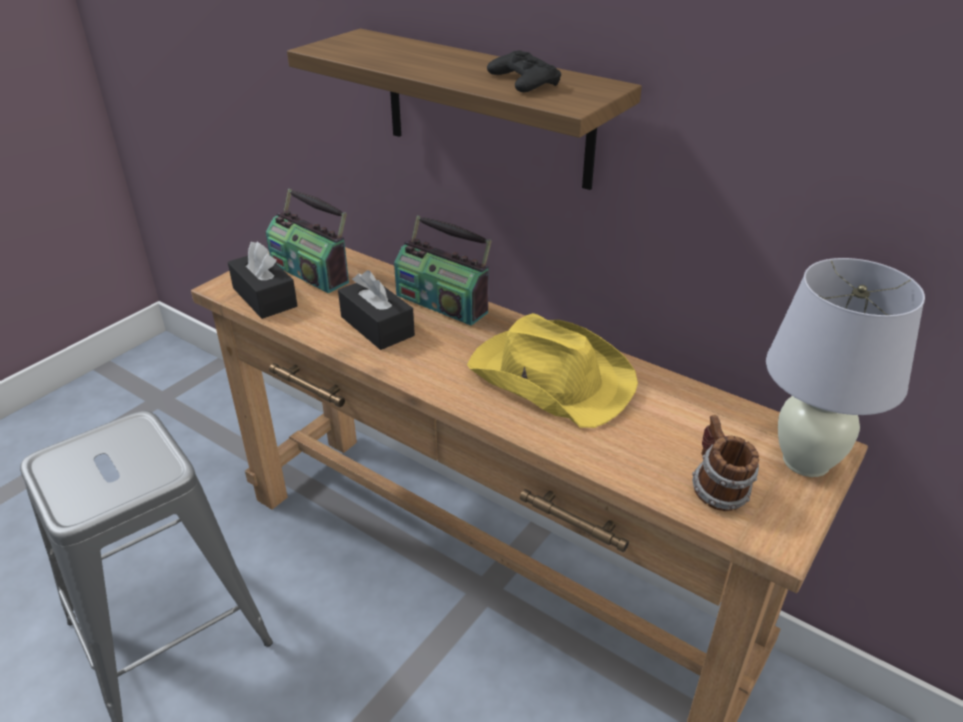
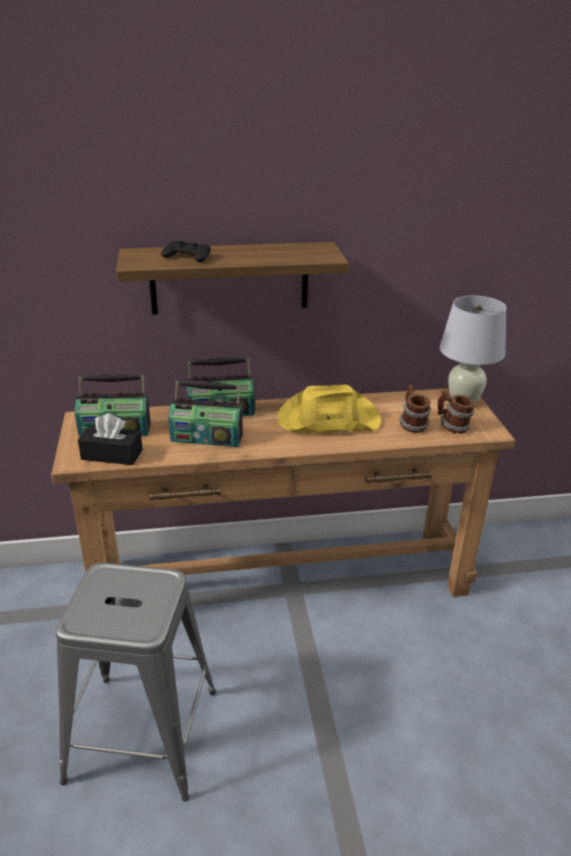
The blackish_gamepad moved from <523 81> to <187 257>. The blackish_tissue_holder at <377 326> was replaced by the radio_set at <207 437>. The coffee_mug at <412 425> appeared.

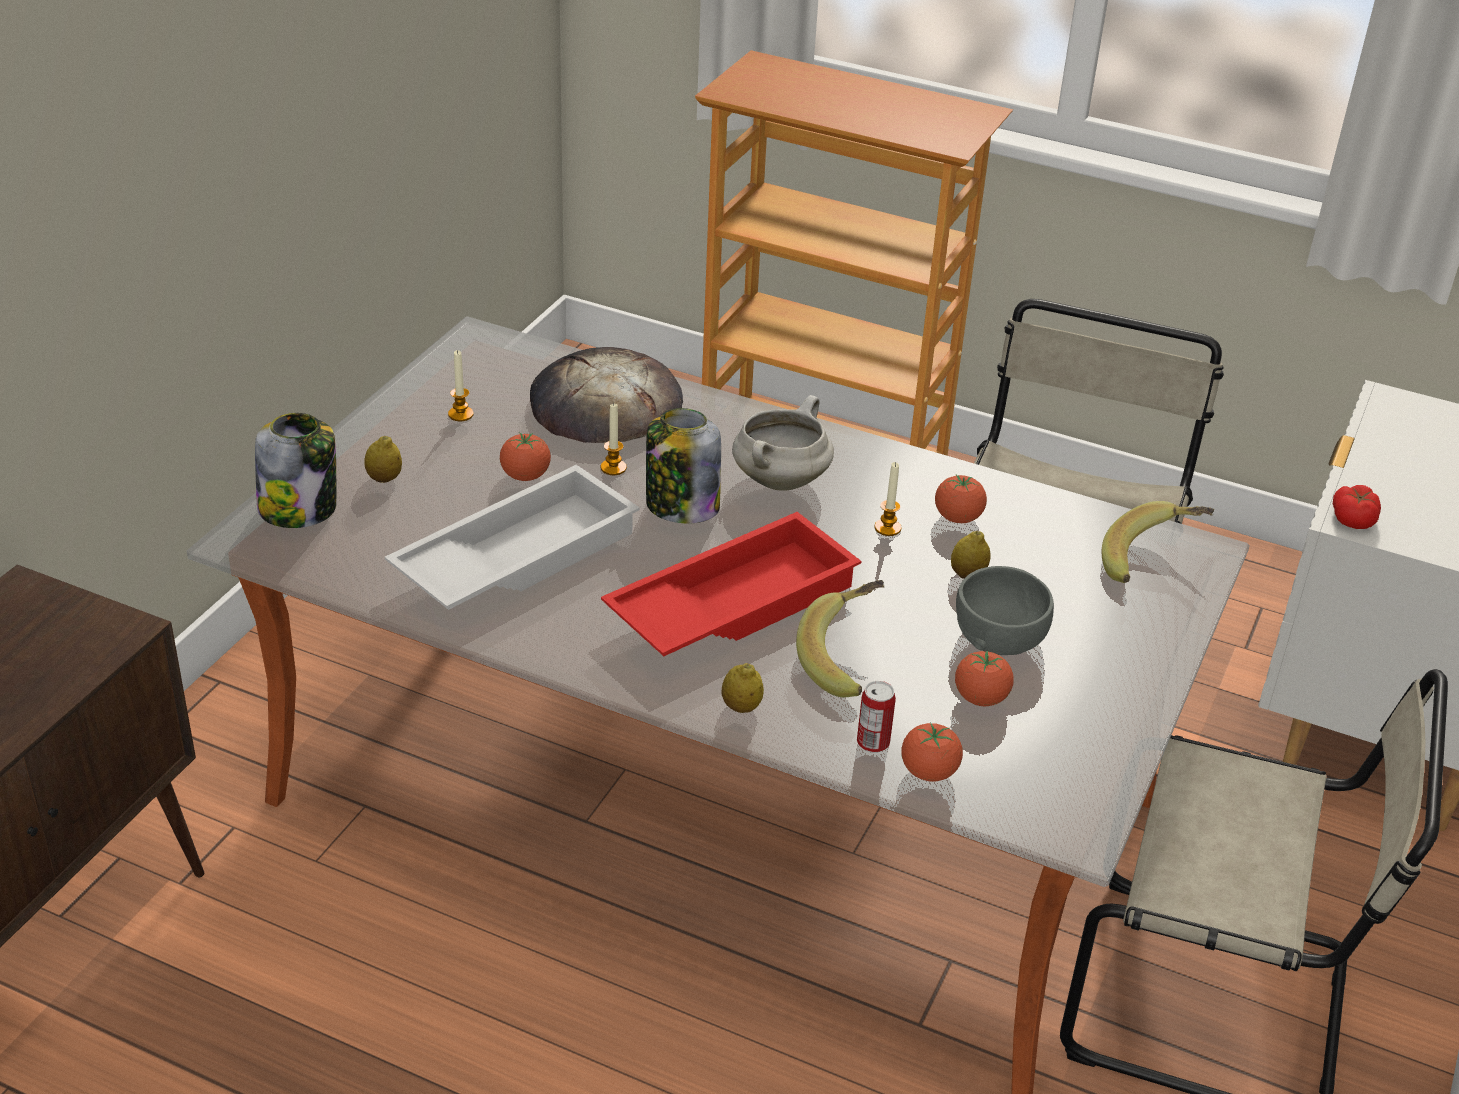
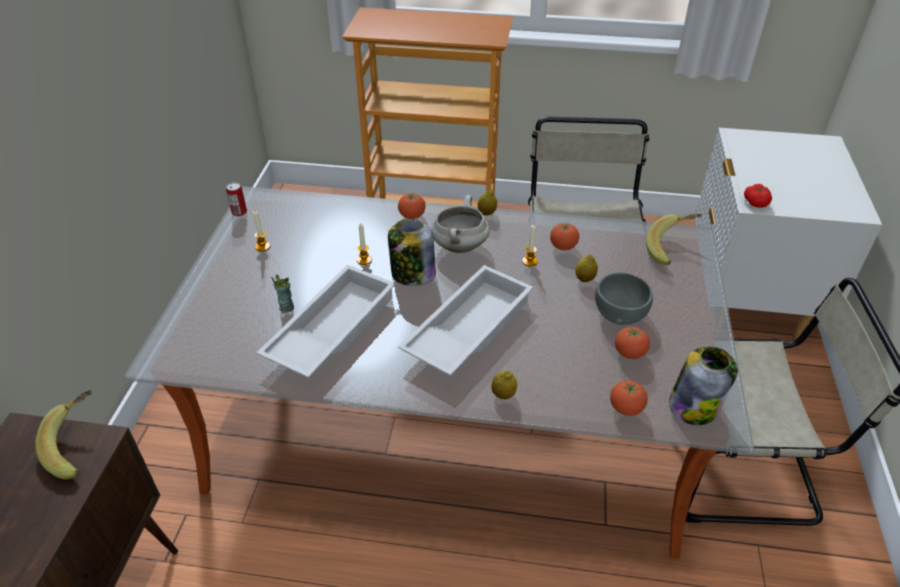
The bread at <605 405> disappeared. The jar moved from <300 509> to <694 406>. The whole_tomato moved from <525 476> to <412 216>. The citrus_fruit moved from <384 479> to <486 213>. The red-coloured_serving_tray at <731 602> became the white-coloured_serving_tray at <467 328>. The banana_fruit moved from <849 659> to <79 445>. The can moved from <873 742> to <239 212>. The drinking_cup at <286 308> appeared.

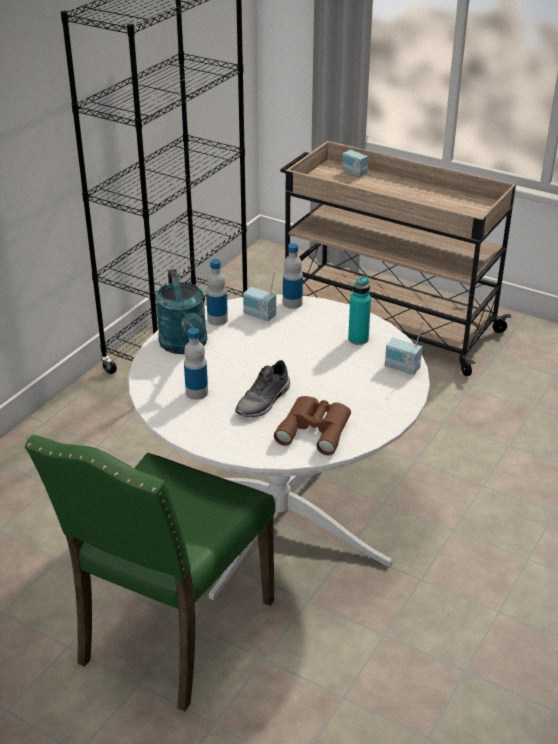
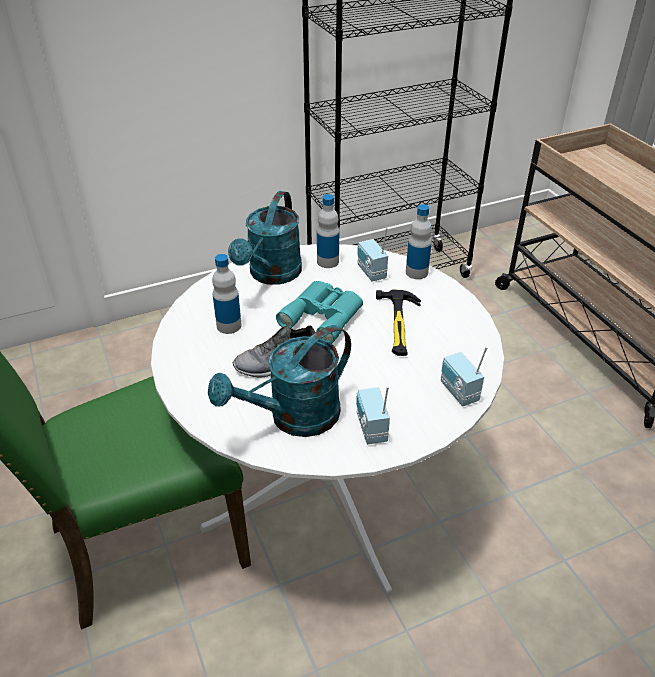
The radio_set moved from <354 173> to <370 429>. The turquoise-coloured_drink_bottle at <358 339> disappeared. The brownish_binoculars at <315 428> was replaced by the turquoise-coloured_sprinkling_can at <294 418>. The turquoise-coloured_binoculars at <324 315> appeared. The hand_hammer at <398 325> appeared.

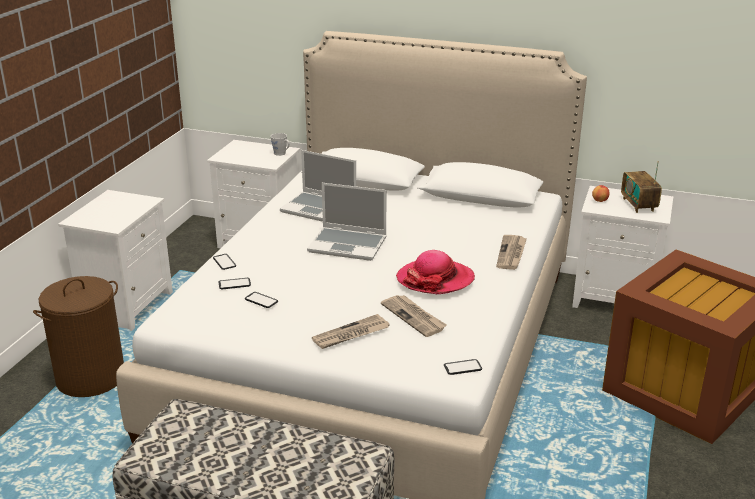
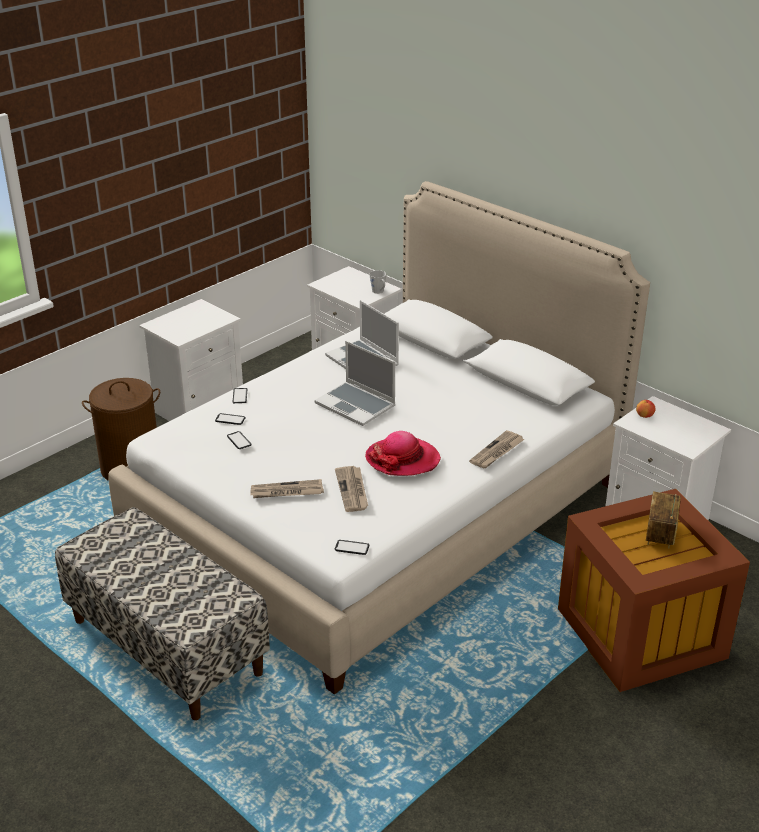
The radio_set moved from <638 205> to <660 534>.

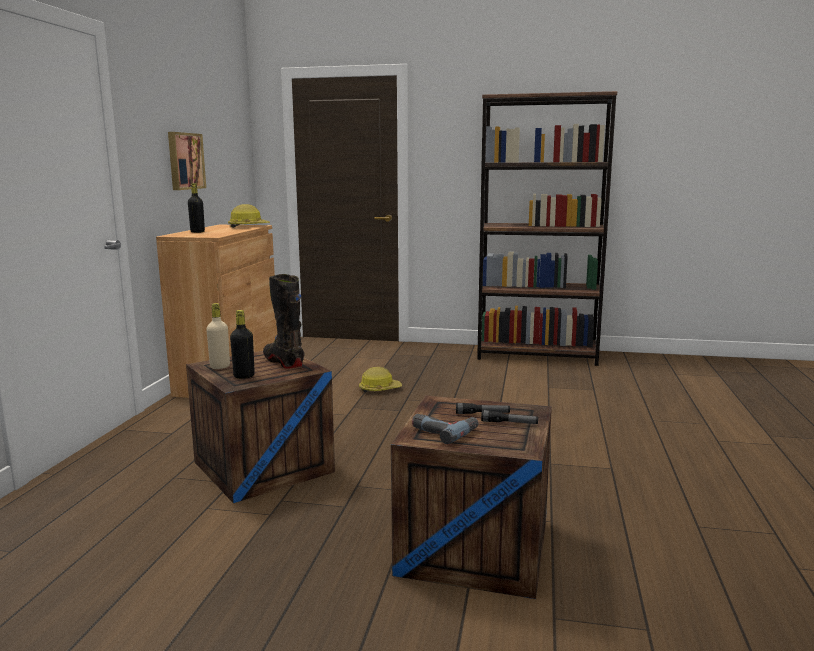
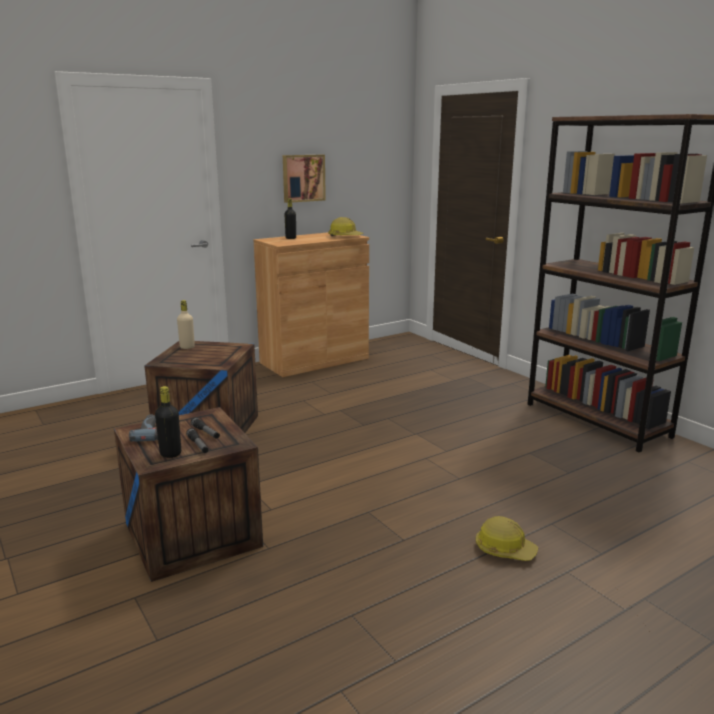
The blackish_high-top_boot at <283 362> disappeared. The blackish_drink_bottle moved from <244 376> to <170 454>. The hard_hat moved from <379 389> to <504 549>.

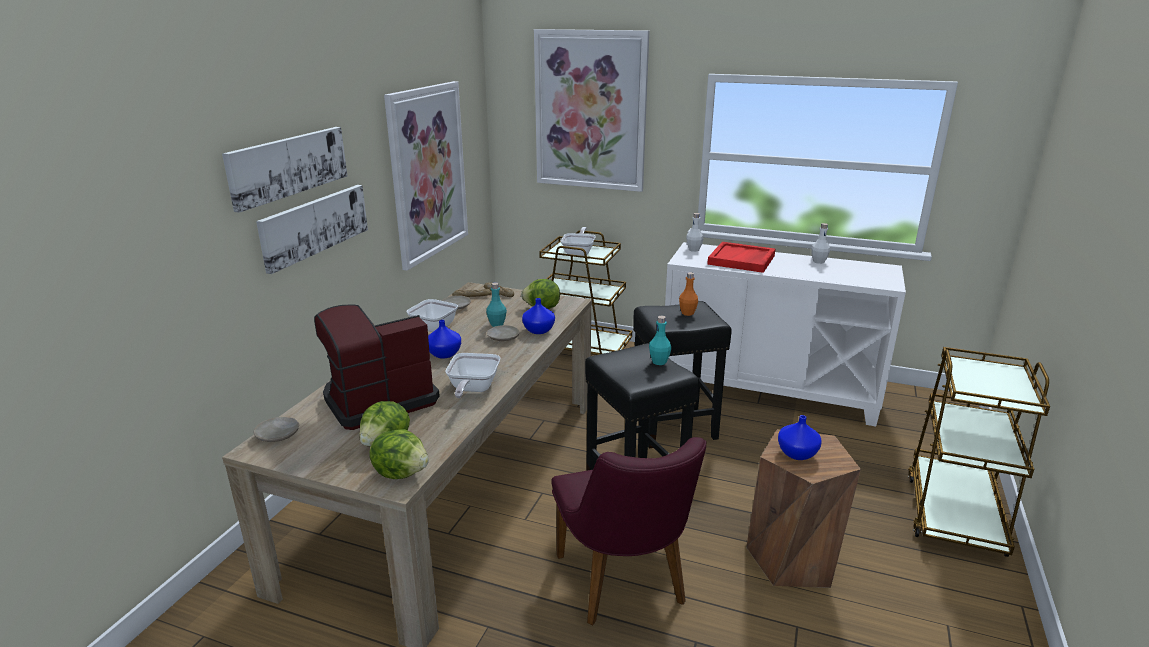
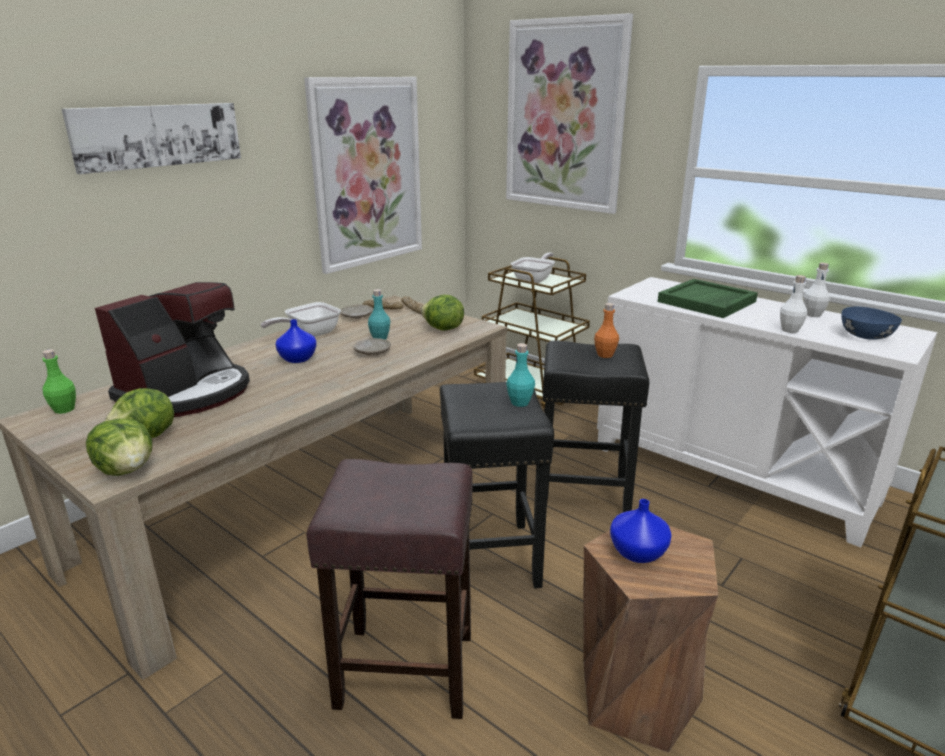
The wall_picture at <314 225> disappeared. The white-coloured_drink_bottle moved from <694 250> to <789 330>. The red-coloured_serving_tray at <742 260> became the greenish_serving_tray at <707 302>. The blue-coloured_vase at <538 330> disappeared. The coffee_brewer at <378 400> turned 135 degrees clockwise. The pan at <472 389> disappeared. The sand-coloured_dinner_plate at <278 435> was replaced by the greenish_drink_bottle at <64 409>. The purplish_upright_chair at <625 587> was replaced by the brownish_stool_seat at <402 670>. The blue-coloured_serving_bowl at <865 336> appeared.

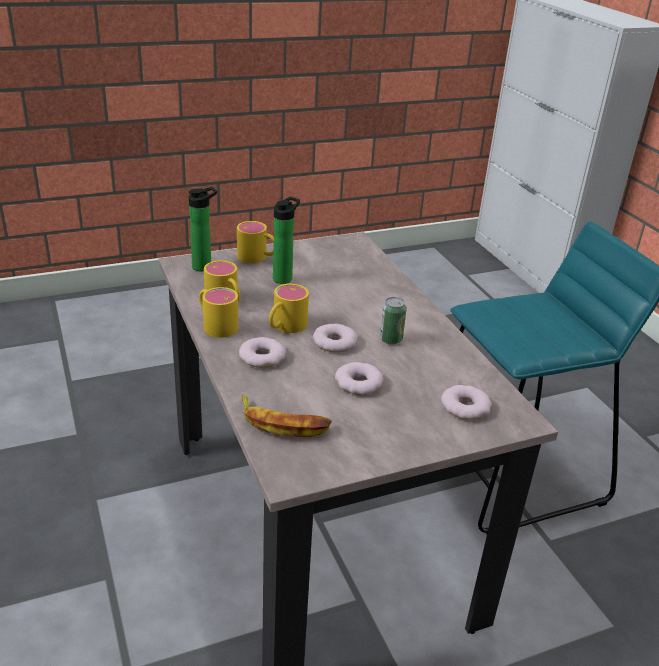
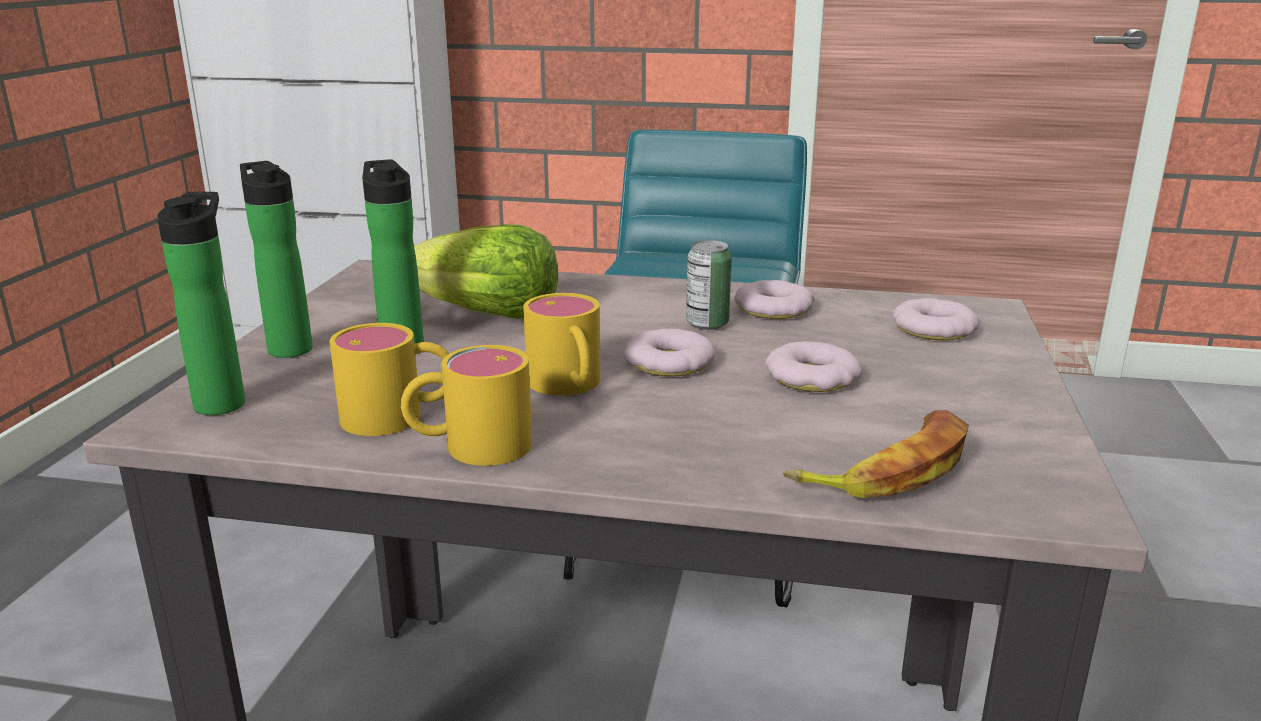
The yellow-coloured_coffee_mug at <258 257> was replaced by the drink_bottle at <288 348>. The donut moved from <262 357> to <773 308>. The head_of_lettuce at <484 315> appeared.

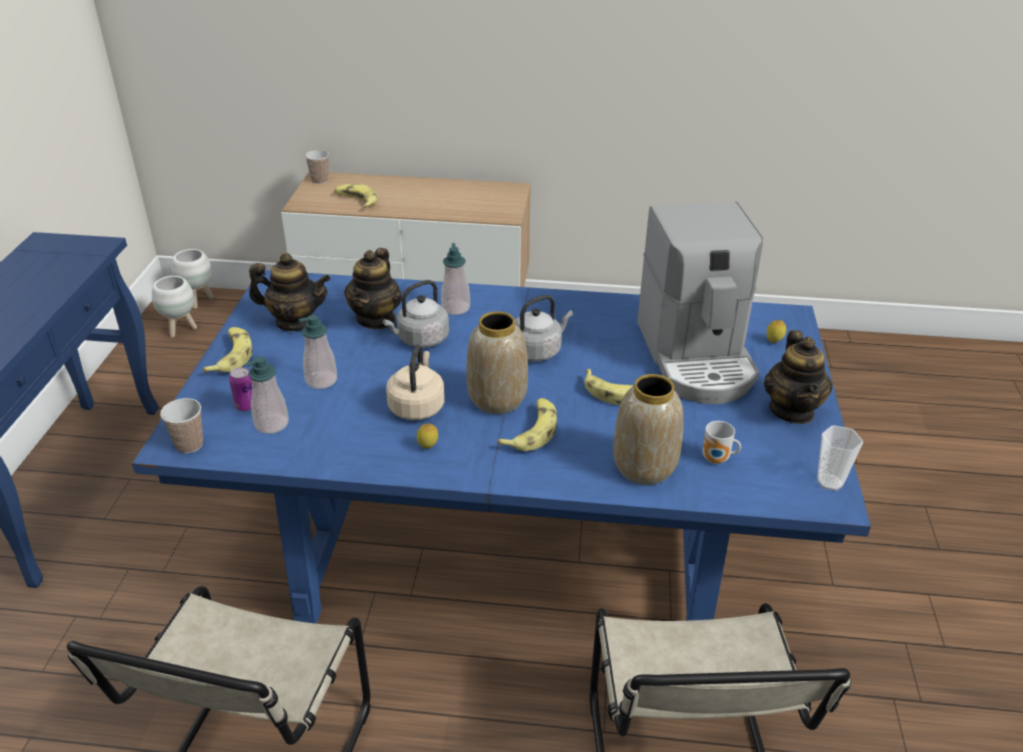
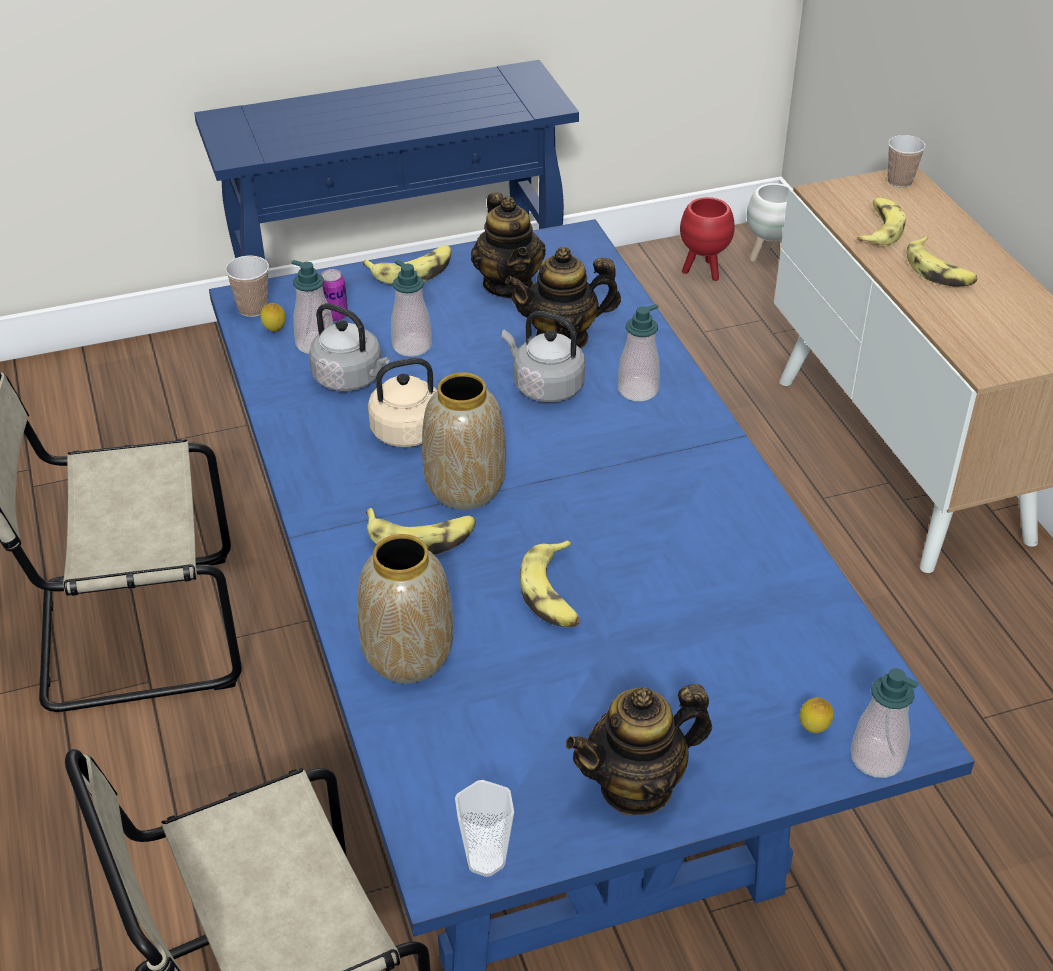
The coffee_brewer at <696 357> disappeared. The white-coloured_plant_pot at <181 329> became the red-coloured_plant_pot at <703 271>. The grey_water_kettle moved from <537 351> to <351 379>. The coffee_mug at <717 460> disappeared. The citrus_fruit moved from <428 447> to <275 331>. The banana_fruit at <939 271> appeared. The liquid_soap_bottle at <876 758> appeared.

